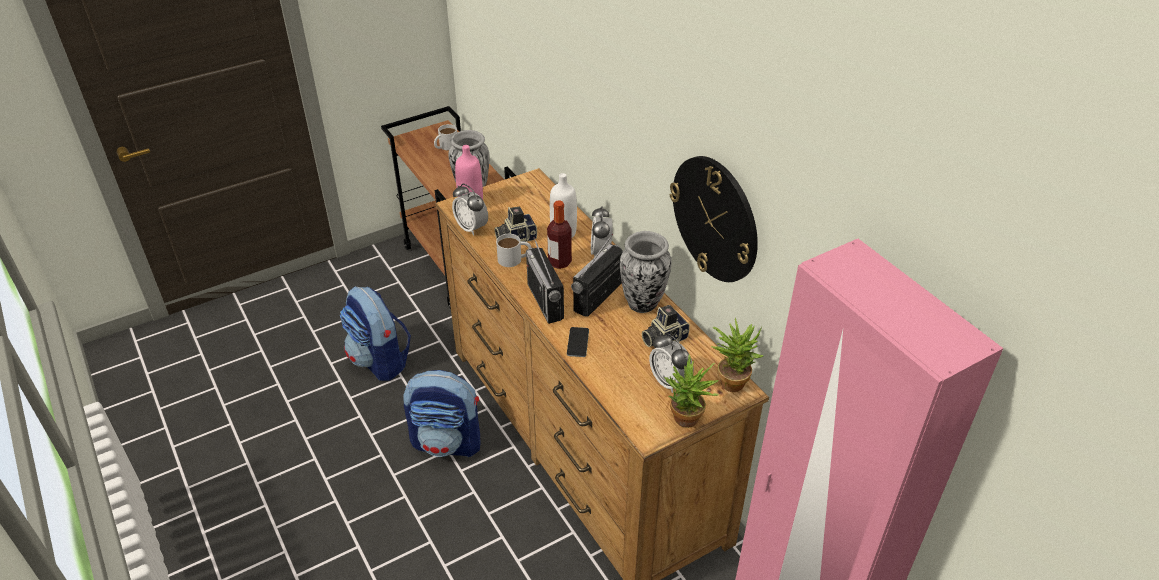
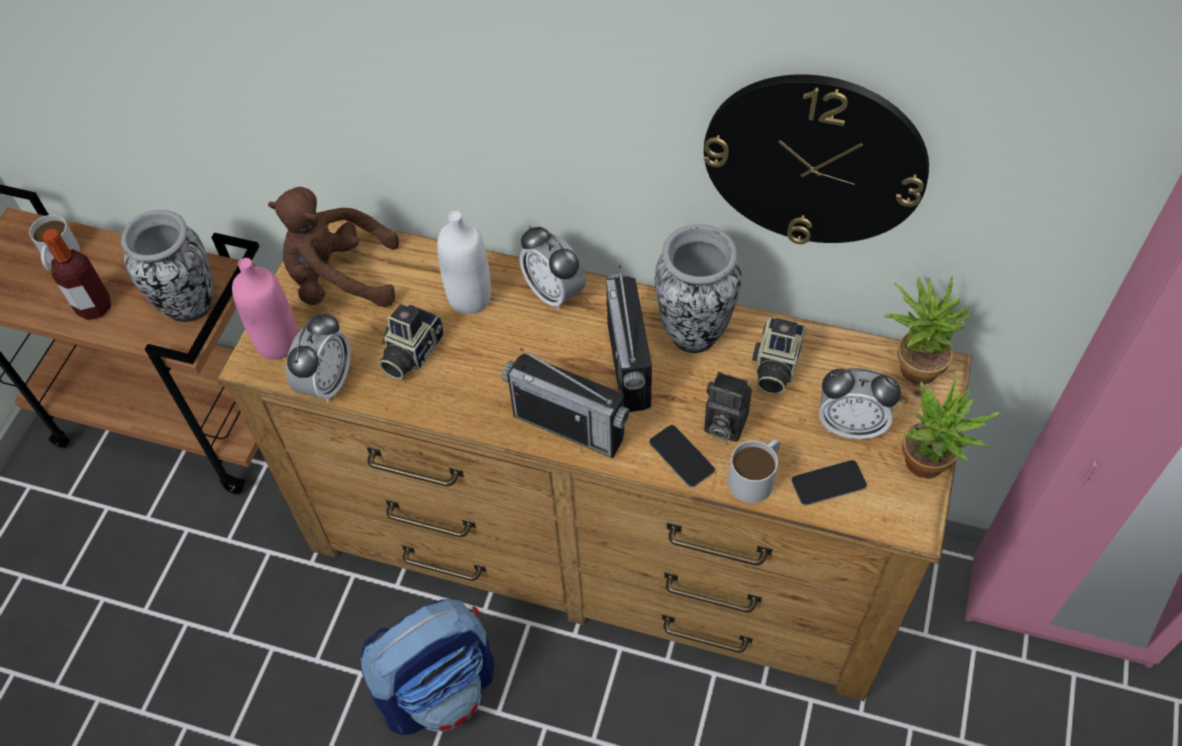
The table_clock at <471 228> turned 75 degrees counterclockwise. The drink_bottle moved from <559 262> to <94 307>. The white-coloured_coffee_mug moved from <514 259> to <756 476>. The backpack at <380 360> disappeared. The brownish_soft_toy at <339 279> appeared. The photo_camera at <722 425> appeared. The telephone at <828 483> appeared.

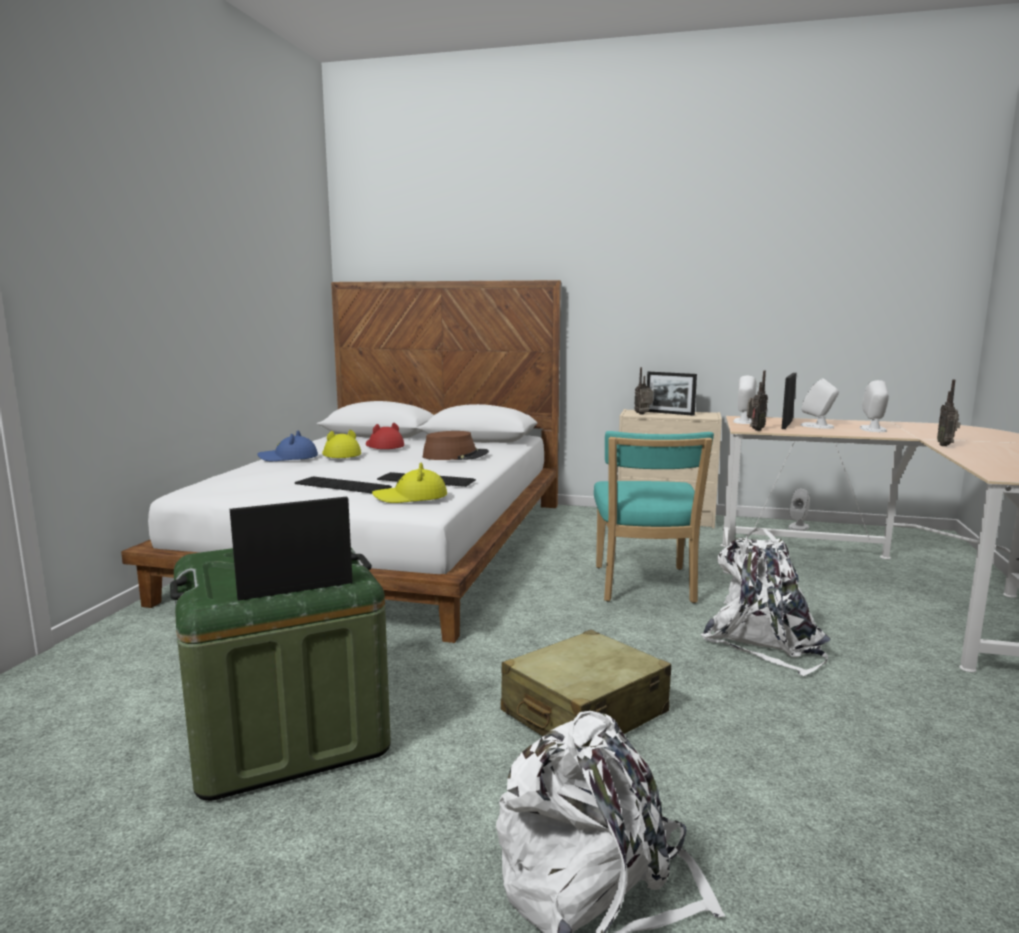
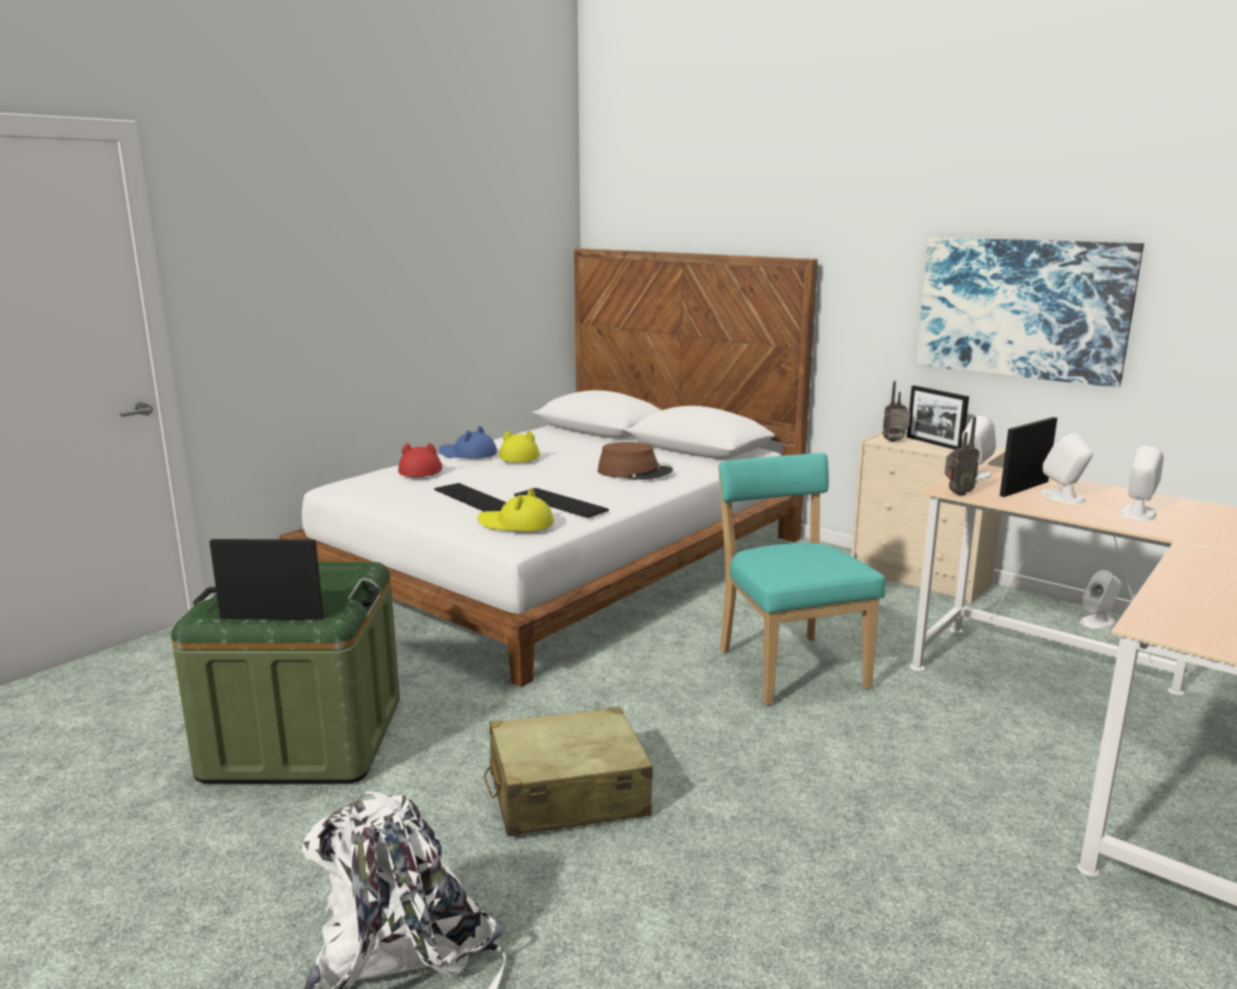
The radio_set at <946 445> disappeared. The red-coloured_clothing_hat moved from <383 446> to <421 470>. The turquoise-coloured_upright_chair at <644 587> turned 135 degrees clockwise. The white-coloured_backpack at <765 643> disappeared. The wall_picture at <1022 308> appeared.

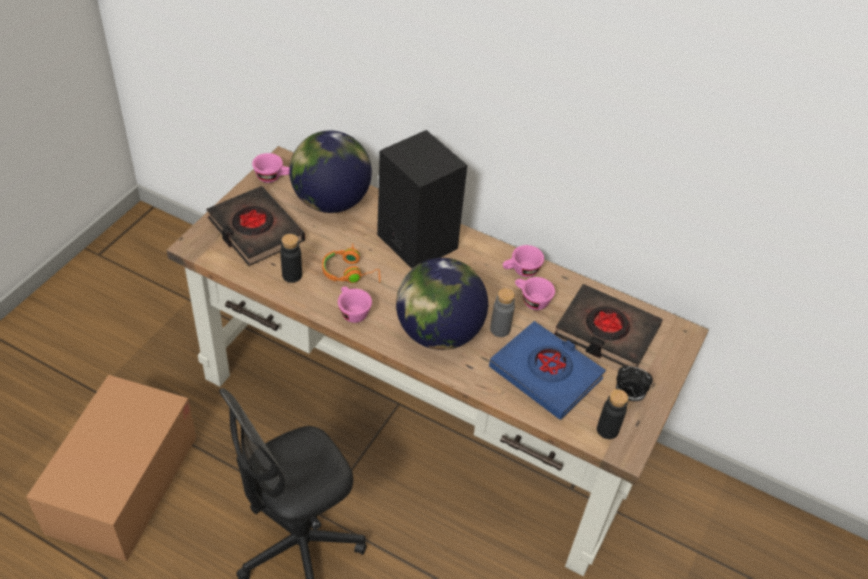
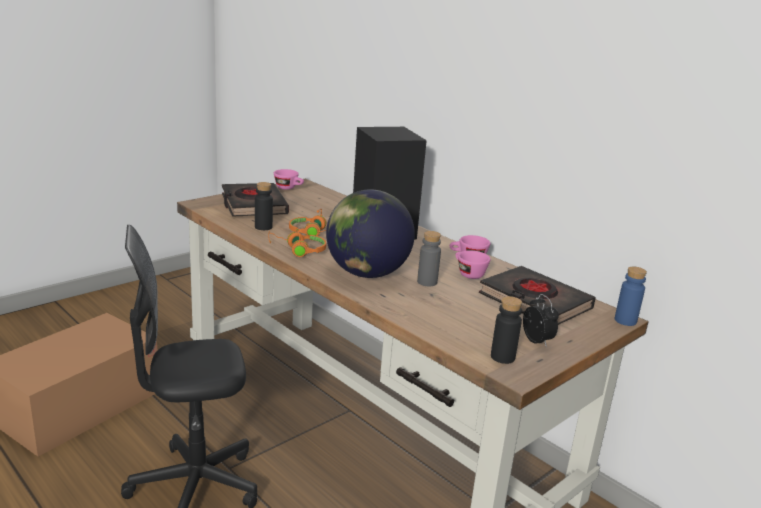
The globe at <330 201> disappeared. The pinkish_drinking_cup at <352 311> was replaced by the orangey_headset at <298 250>. The blue-coloured_book at <546 373> disappeared. The table_clock at <628 396> turned 150 degrees counterclockwise. The blue-coloured_drink_bottle at <625 321> appeared.

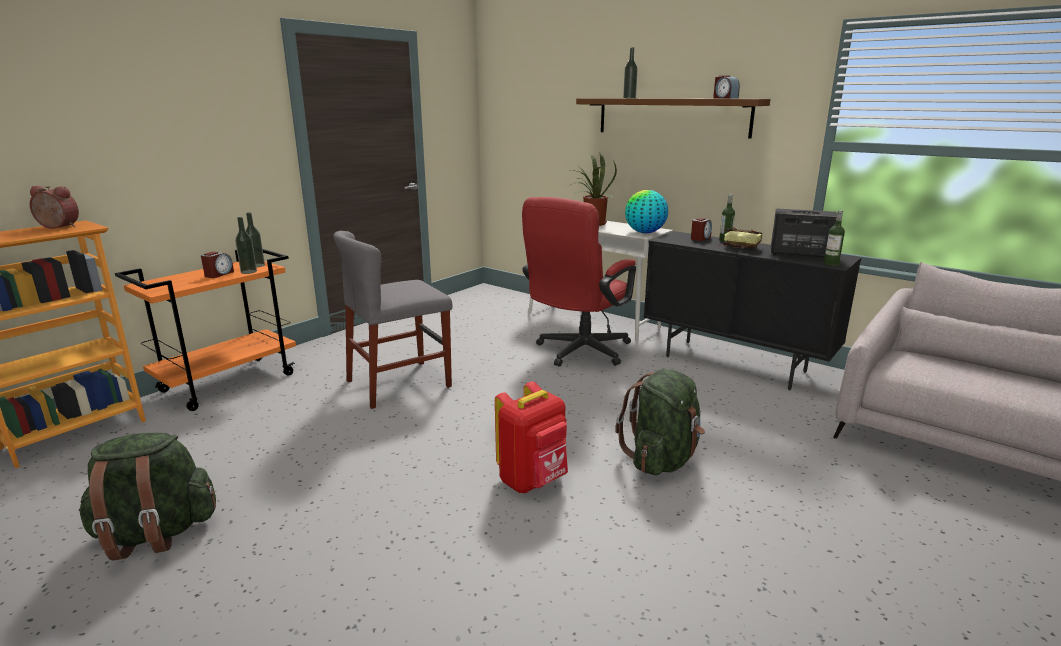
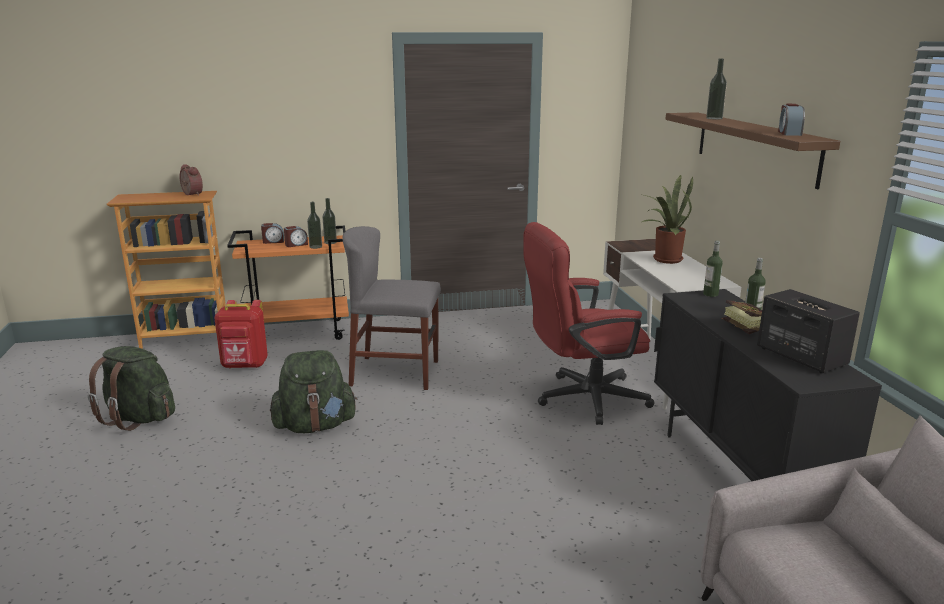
The globe at <644 232> disappeared. The drink_bottle moved from <831 263> to <710 294>. The table_clock moved from <700 238> to <273 241>. The greenish_backpack moved from <661 459> to <315 426>. The red-coloured_backpack moved from <533 481> to <245 366>.

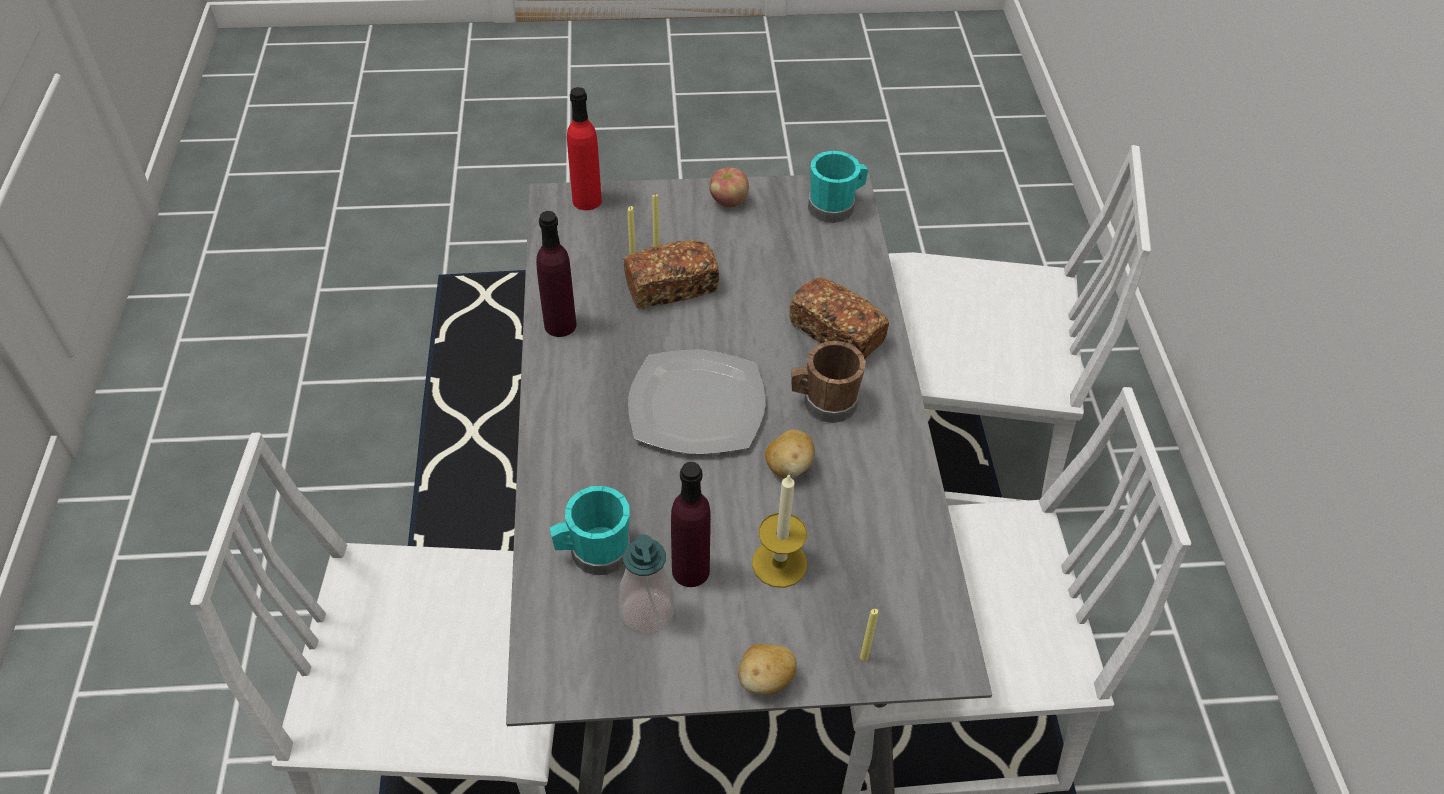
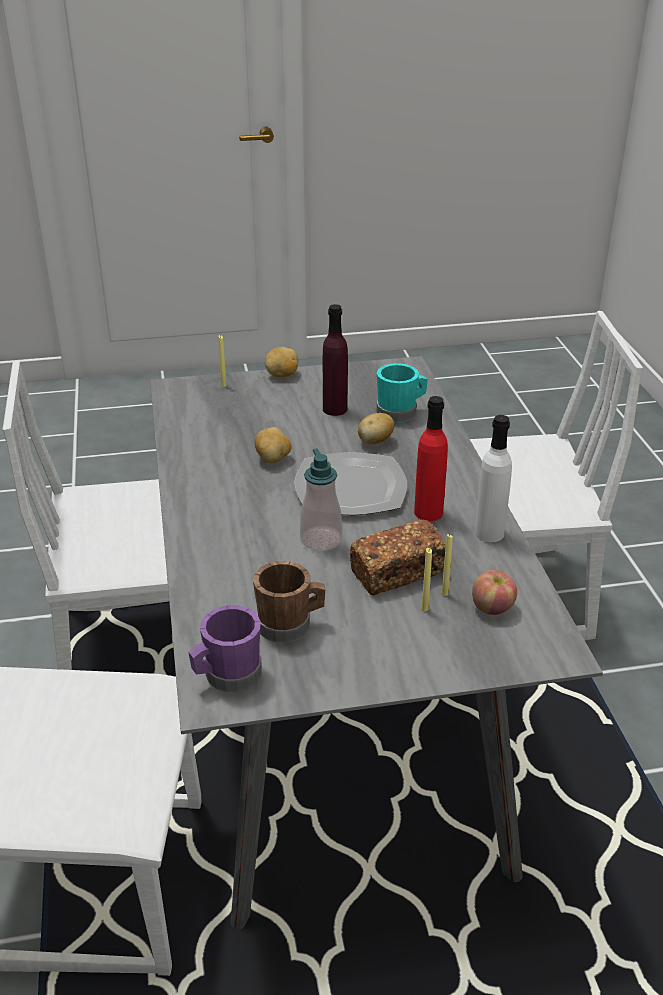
The red-coloured_drink_bottle moved from <587 200> to <428 512>. The turquoise-coloured_coffee_mug at <835 206> became the purplish_coffee_mug at <227 676>. The apple moved from <728 201> to <492 608>. The purplish_drink_bottle at <560 325> became the white-coloured_drink_bottle at <489 533>. The bread at <837 333> disappeared. The brownish_coffee_mug moved from <823 403> to <290 625>. The wax_light at <779 563> disappeared. The liquid_soap_bottle moved from <647 612> to <321 540>. The spud at <375 442> appeared.

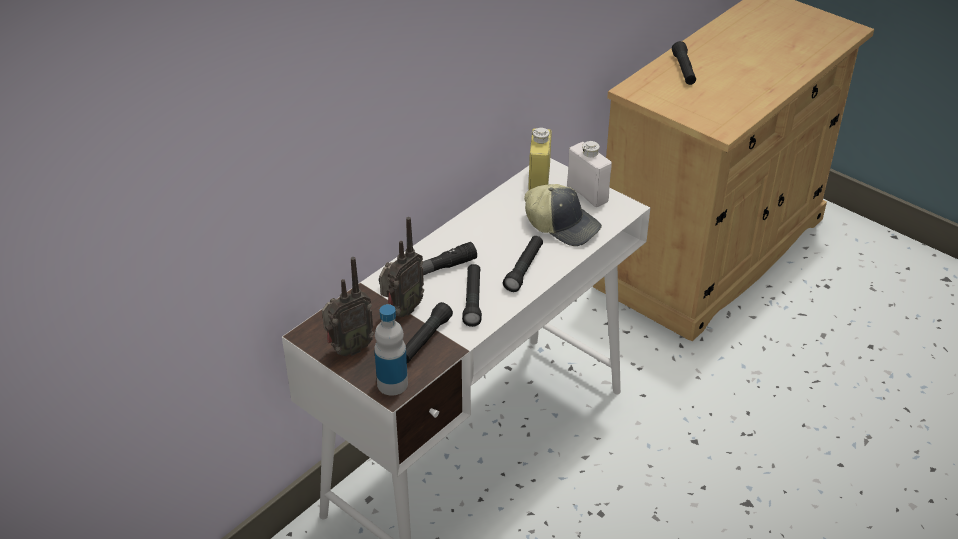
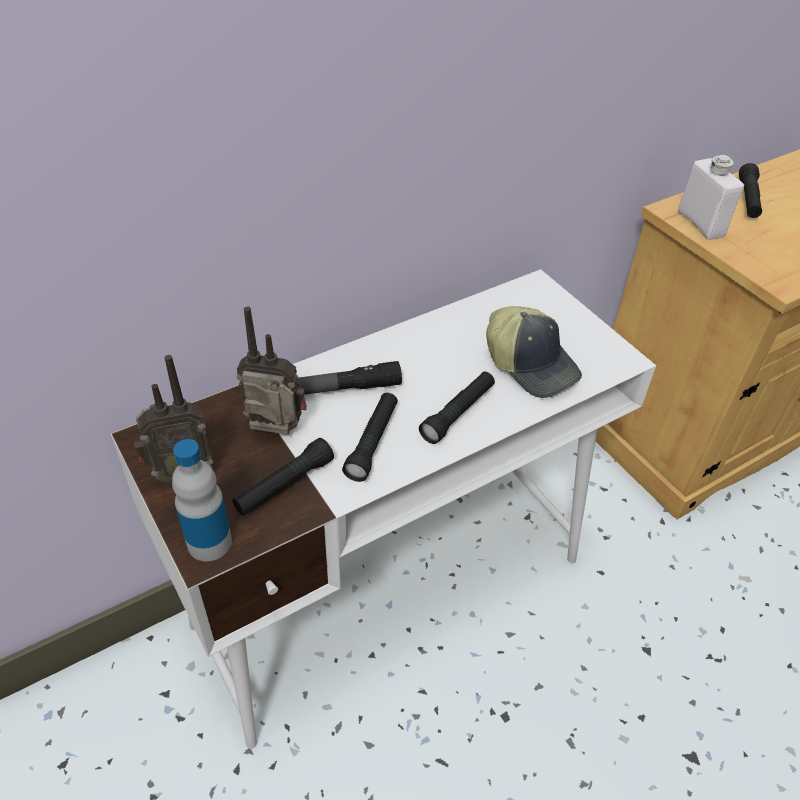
The yellow-coloured_drink_bottle at <539 180> disappeared. The white-coloured_drink_bottle moved from <587 193> to <700 224>. The radio_set at <401 310> turned 135 degrees counterclockwise.

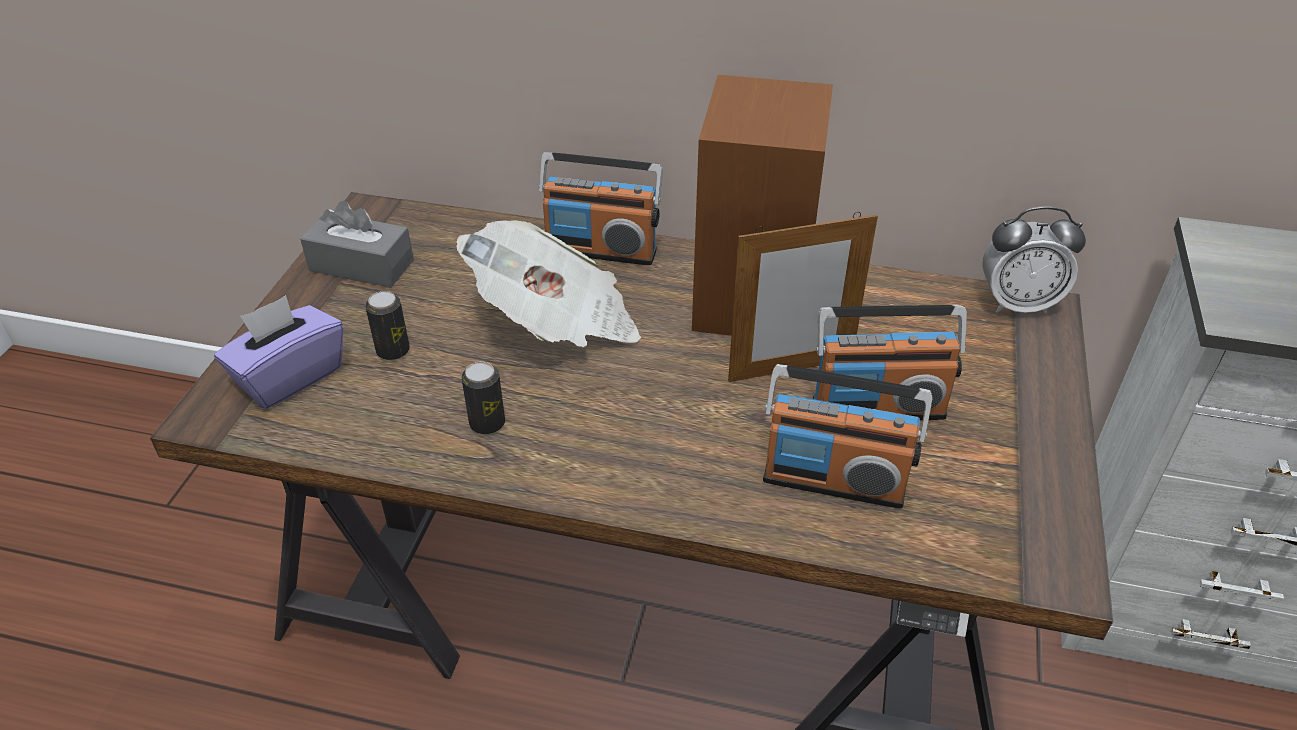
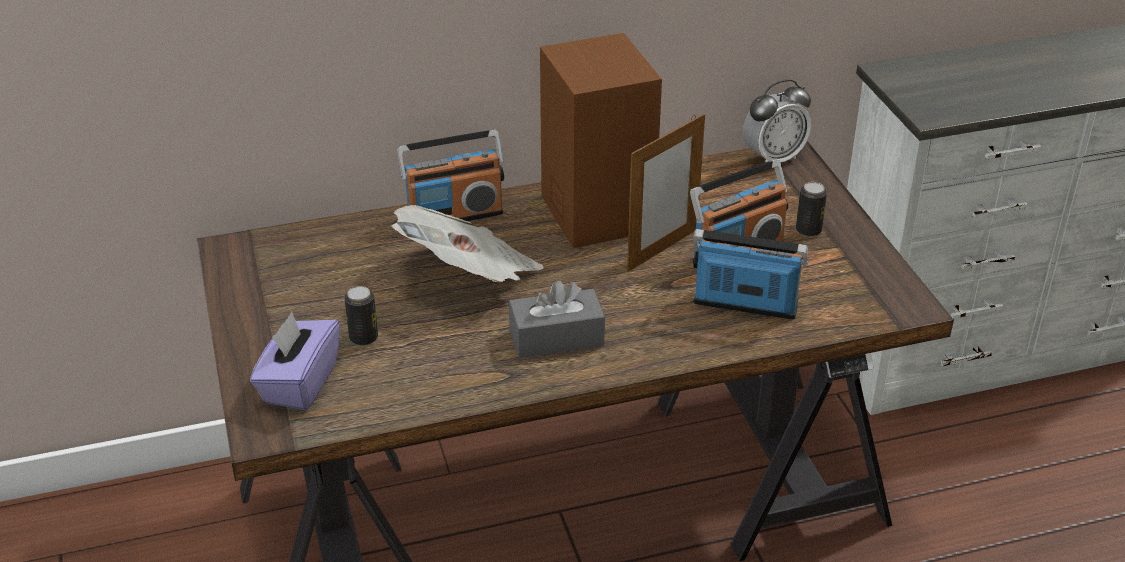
The grey_tissue_holder moved from <361 265> to <556 338>. The can moved from <487 423> to <808 230>. The radio_set at <834 480> turned 150 degrees counterclockwise.

